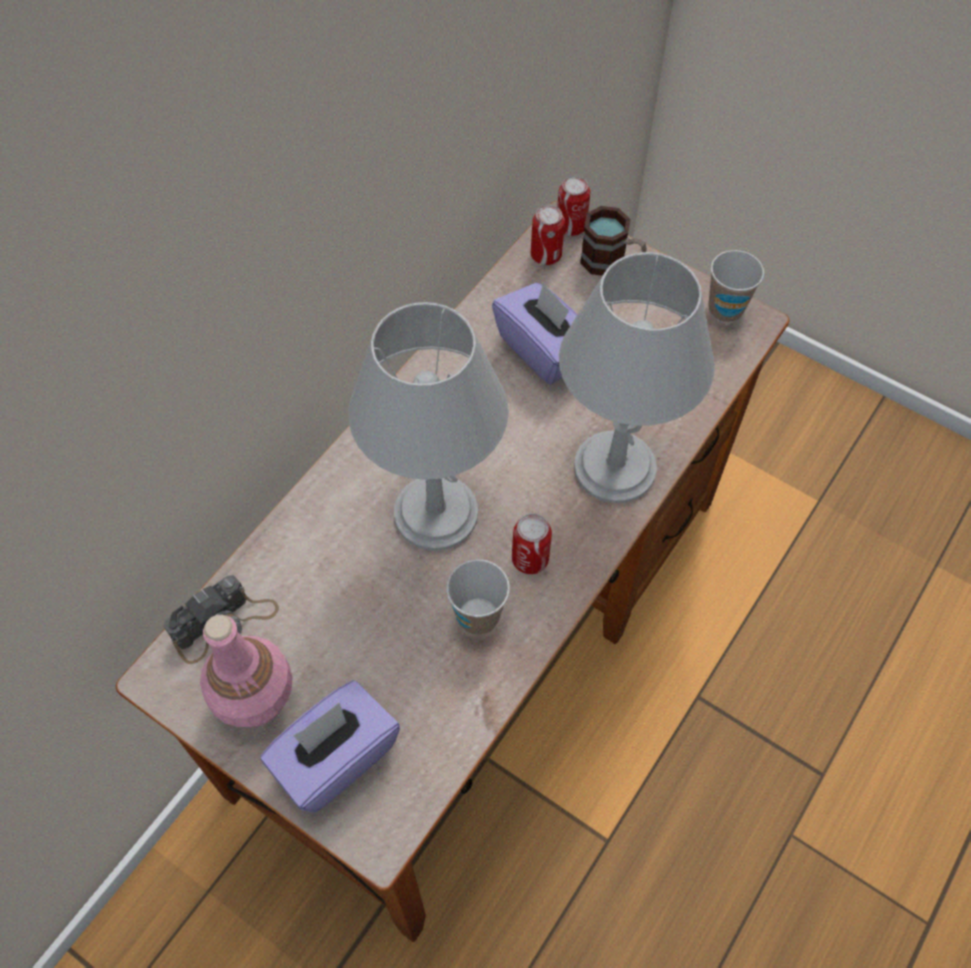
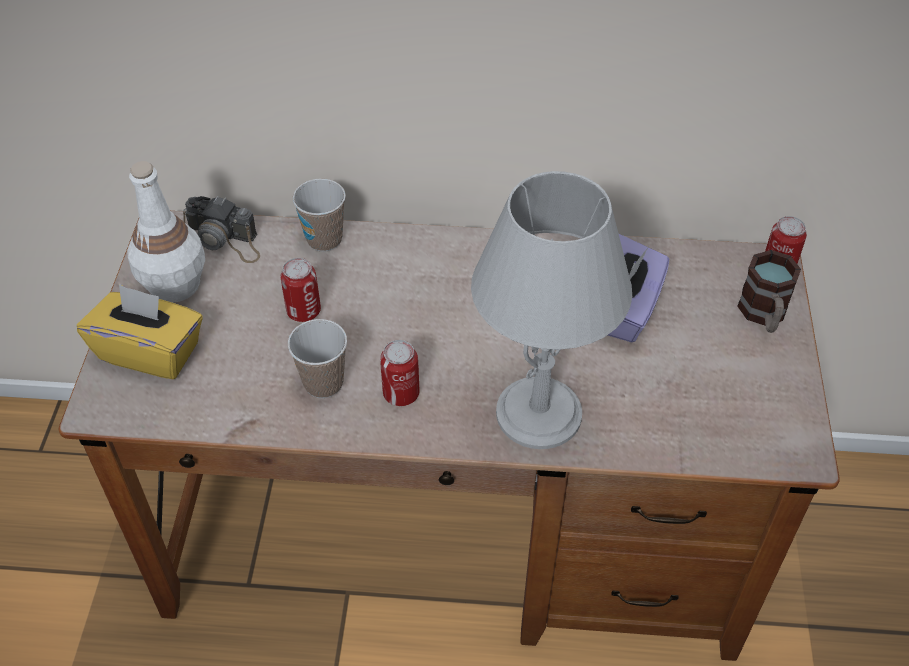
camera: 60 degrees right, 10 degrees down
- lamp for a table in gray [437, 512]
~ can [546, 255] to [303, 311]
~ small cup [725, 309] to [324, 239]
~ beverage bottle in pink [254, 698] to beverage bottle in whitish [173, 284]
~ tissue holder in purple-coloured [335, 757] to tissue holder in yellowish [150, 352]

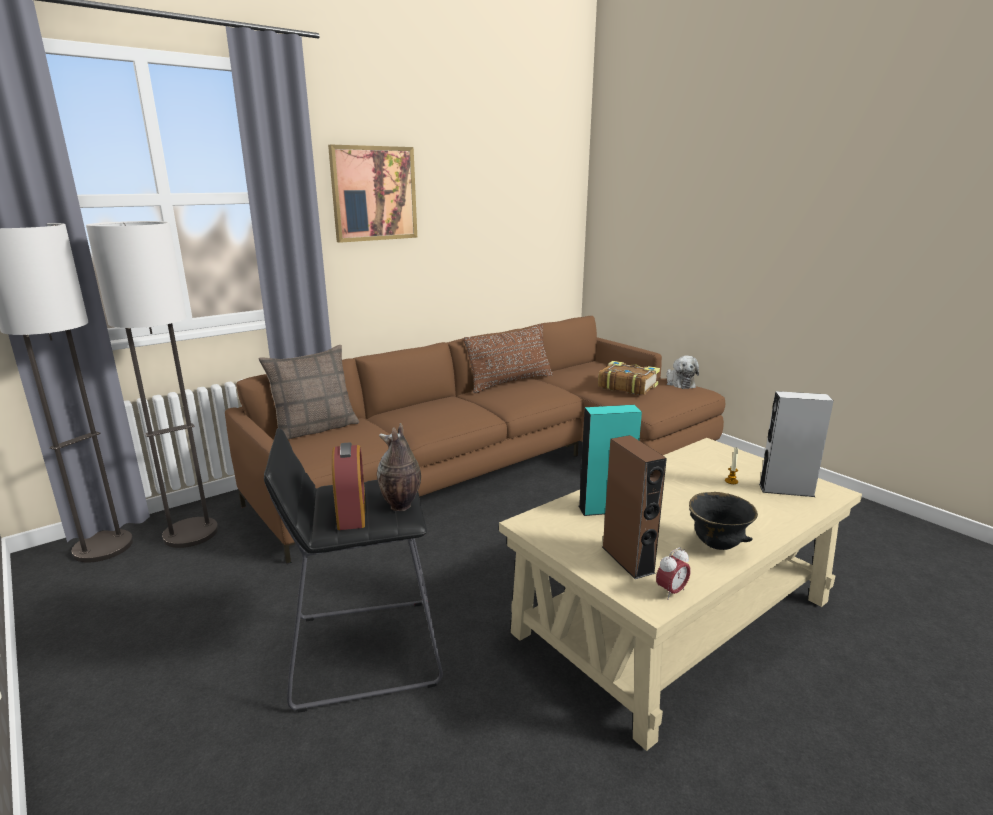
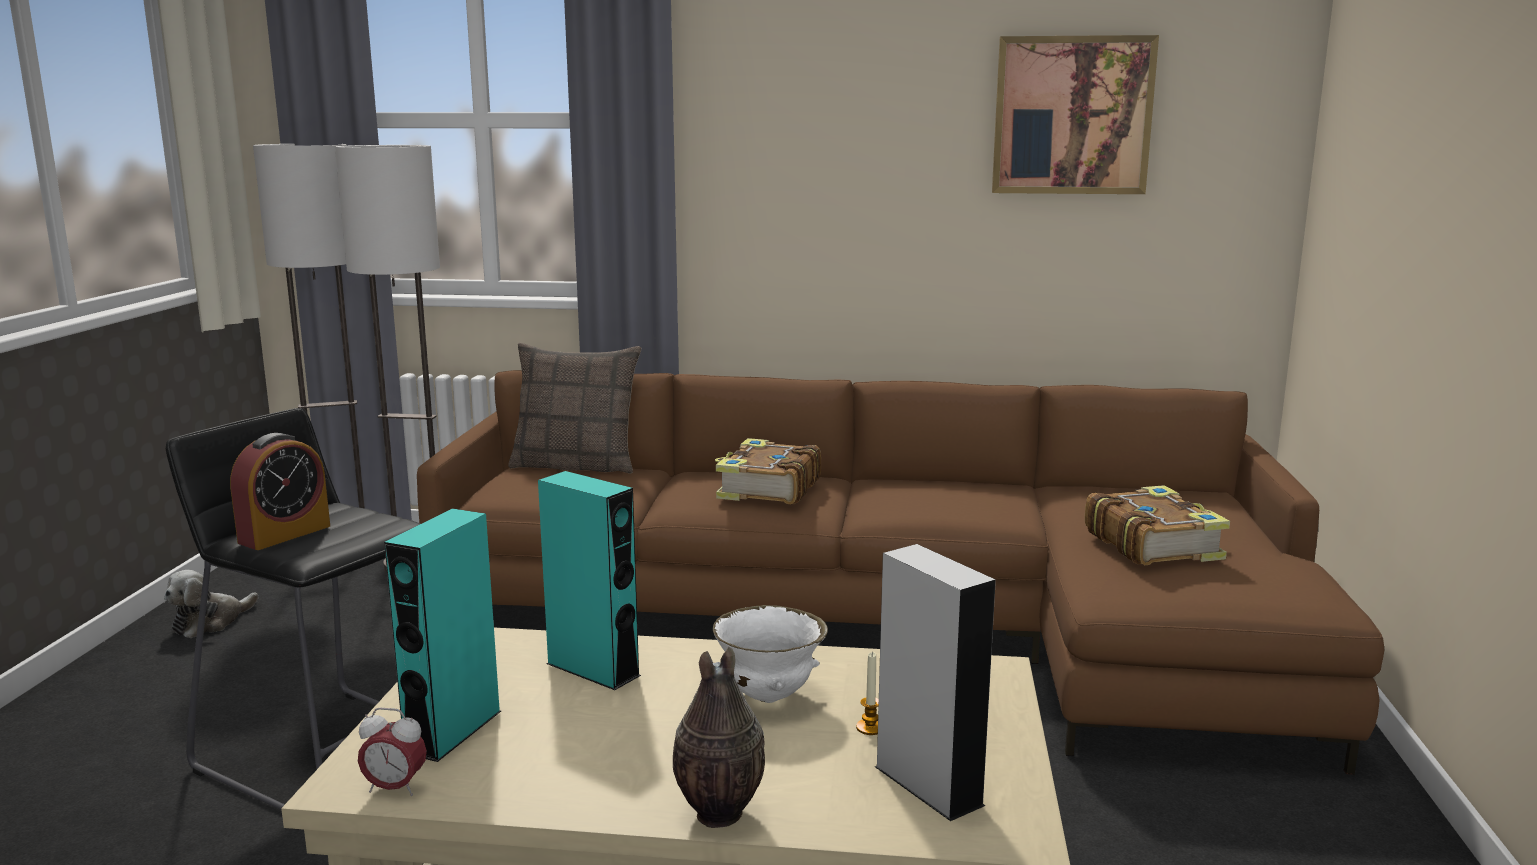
camera: 45 degrees right, 5 degrees down
- throw pillow in brown-coloured [510, 382]
- deep dish in black [716, 545]
+ deep dish in whitish [769, 696]
+ book [767, 489]
~ picture [374, 193] to [1072, 116]
~ decorative vase [400, 506] to [717, 816]
~ soft toy [679, 383] to [210, 622]
~ loudspeaker in brown-coloured [627, 559] to loudspeaker in turquoise [453, 731]

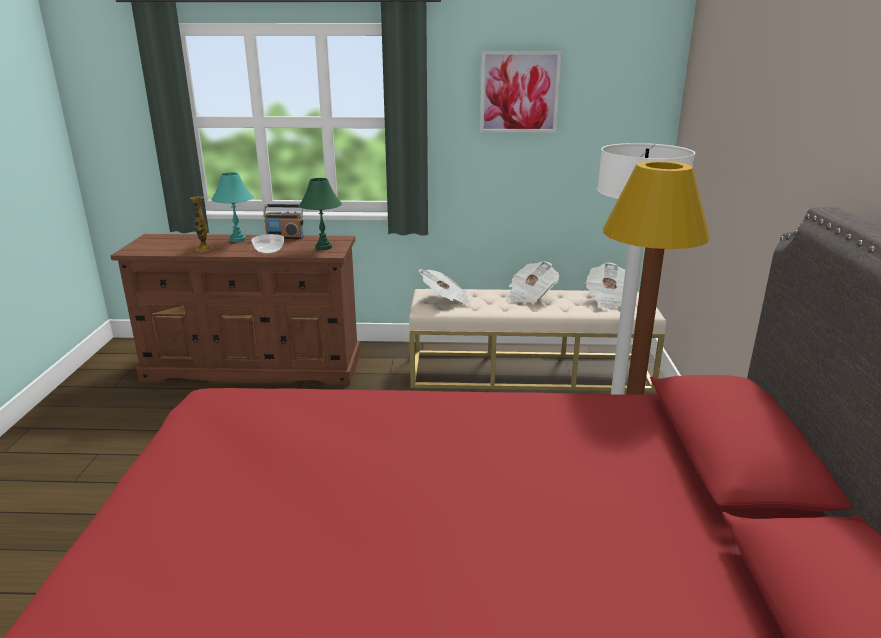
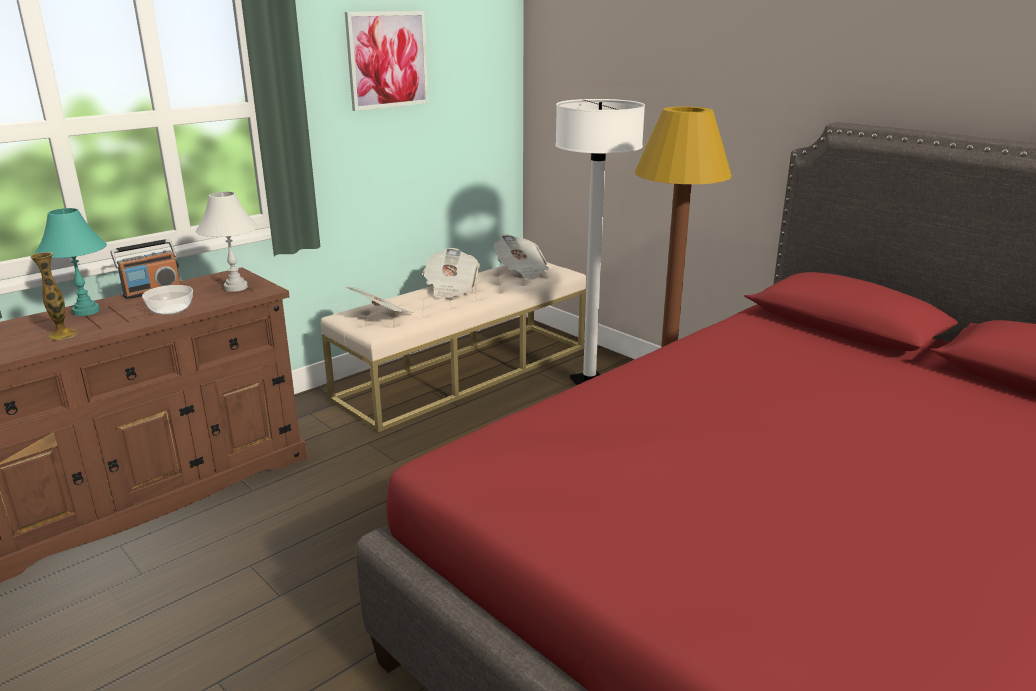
camera: 45 degrees left, 0 degrees up
~ lamp for a table in greenish [323, 247] to lamp for a table in whitish [236, 287]

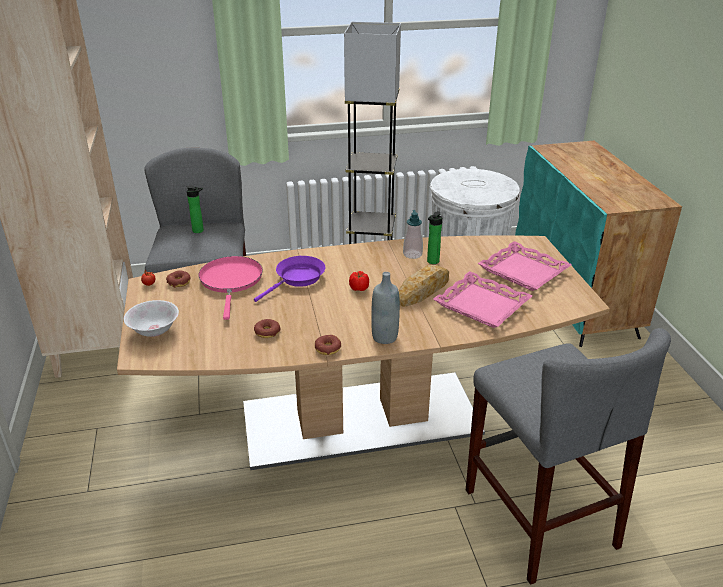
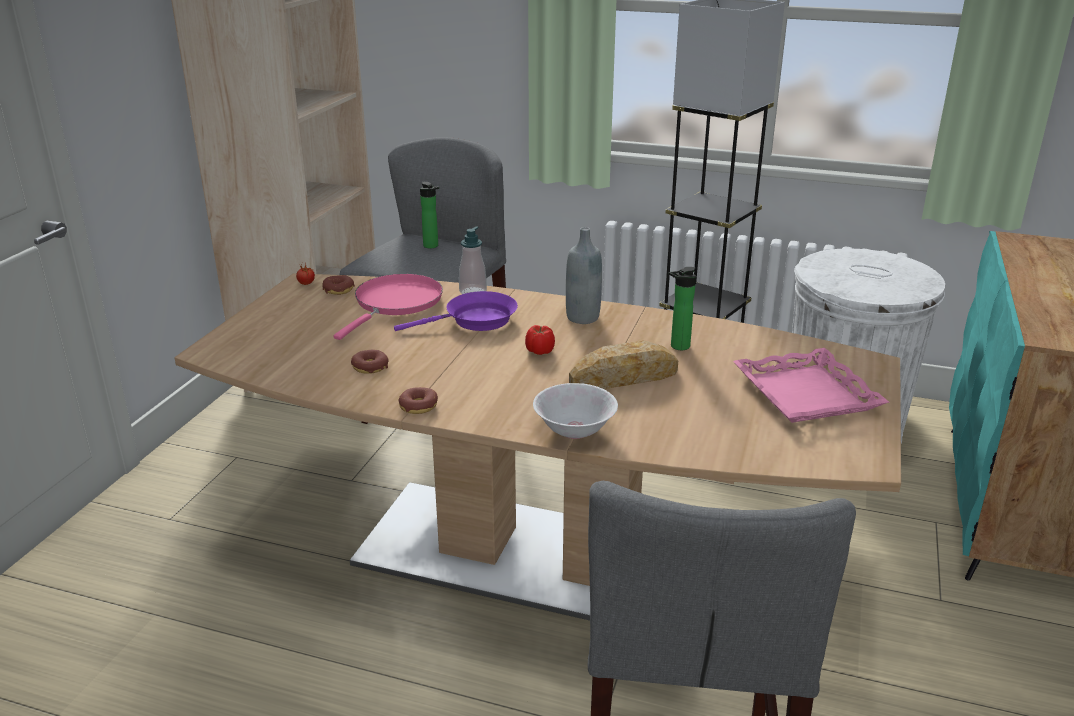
camera: 30 degrees right, 5 degrees down
- carrying tray in pink [482, 305]
~ deep dish in whitish [154, 331] to [575, 430]
~ beverage bottle in gray [384, 337] to [582, 317]
~ soap bottle [412, 254] to [473, 291]

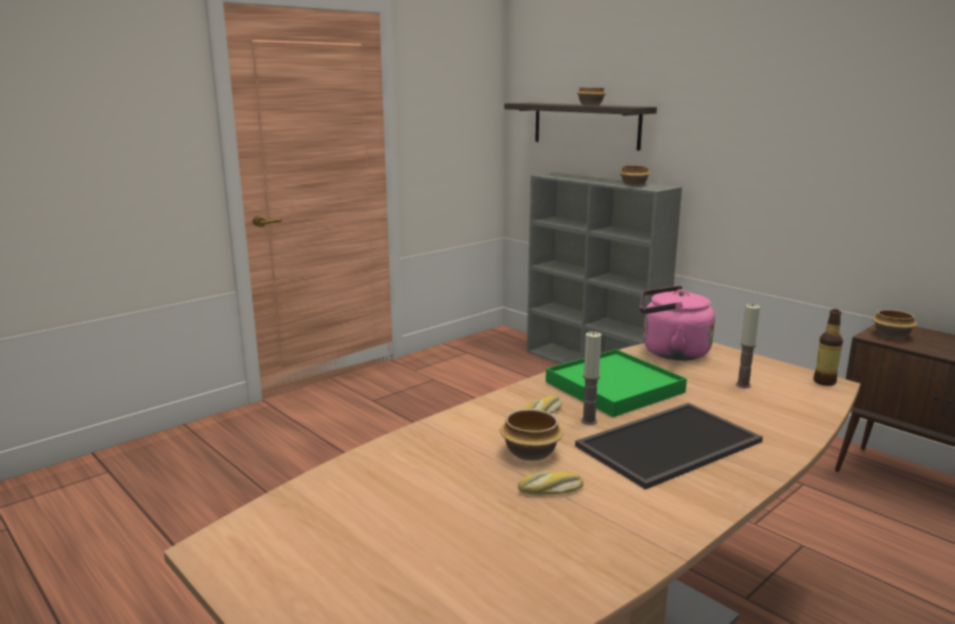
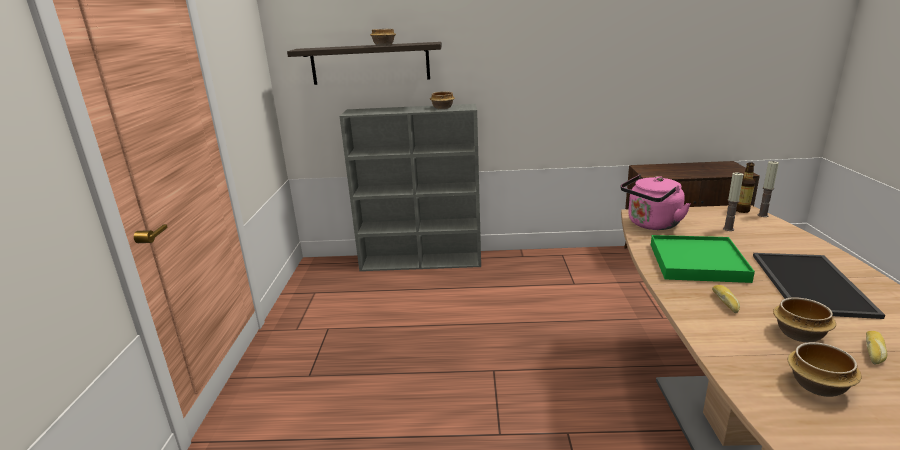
camera: 45 degrees left, 5 degrees up
~ wax light [589, 421] to [762, 215]
~ deep dish [891, 336] to [819, 386]

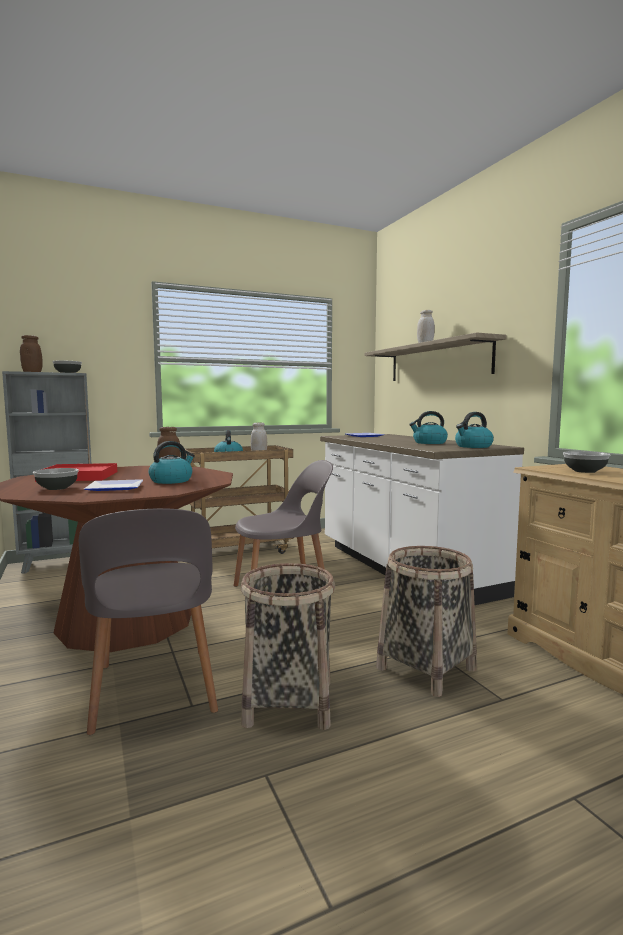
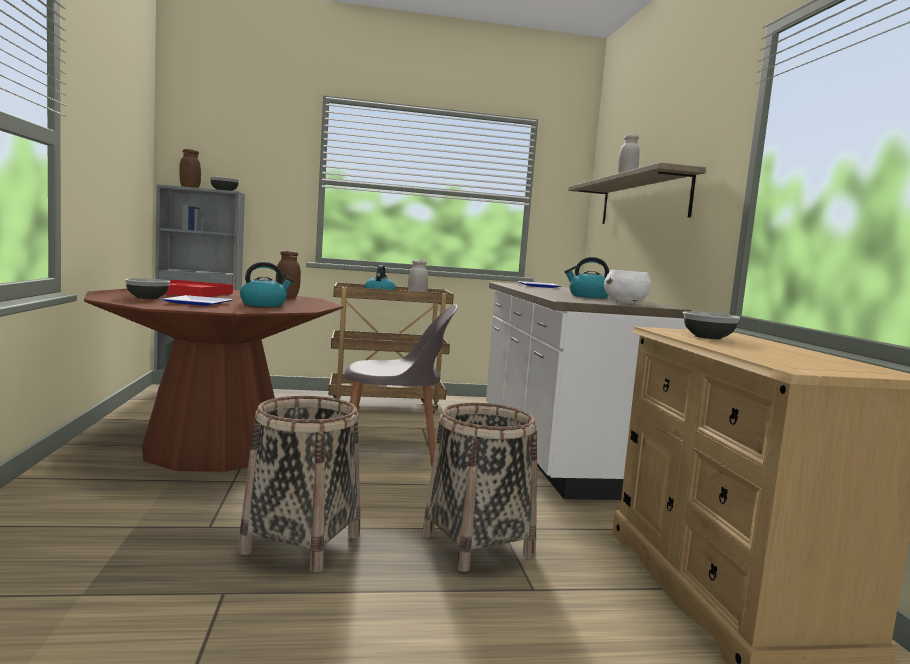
camera: 15 degrees right, 0 degrees up
- plain chair in gray [154, 691]
~ tea kettle [473, 446] to deep dish in whitish [626, 303]

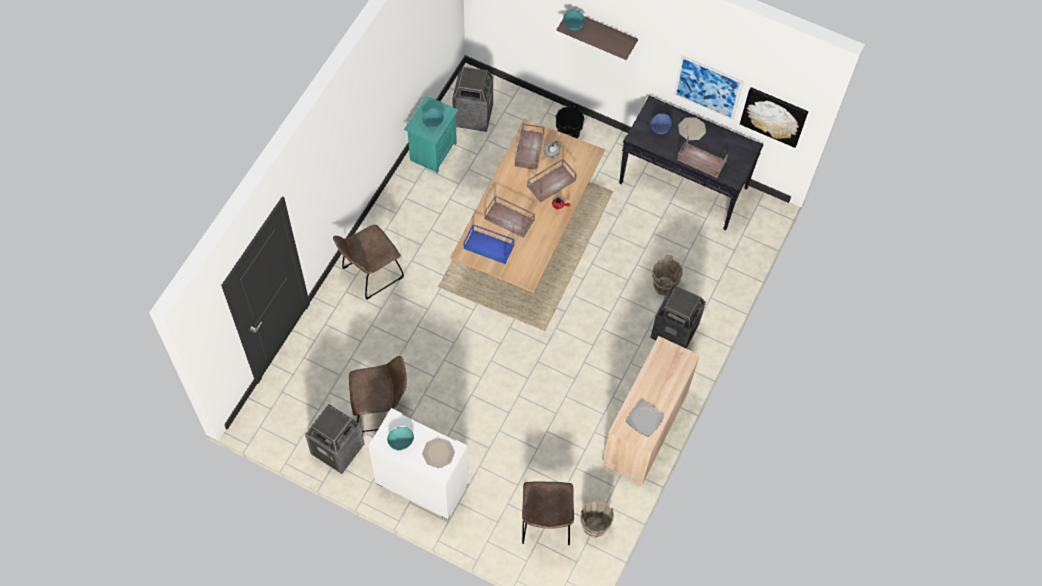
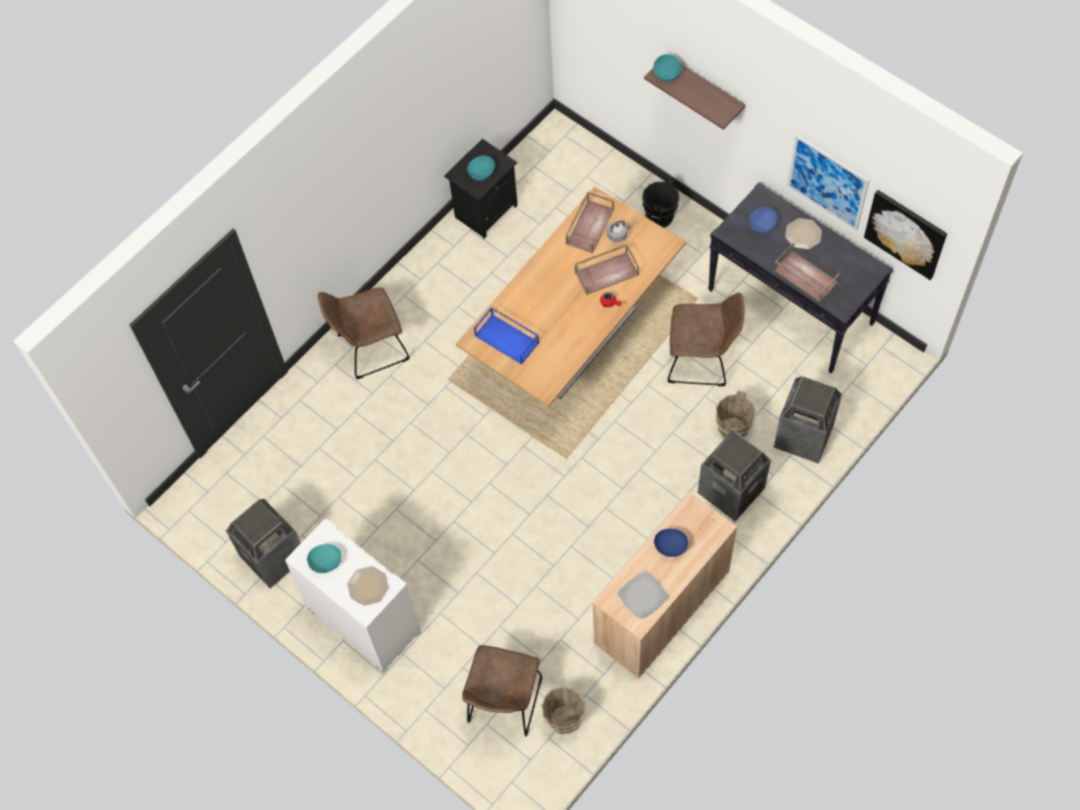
camera: 20 degrees right, 0 degrees up
- carrying tray in brown-coloured [510, 219]
+ deep dish in bluish [670, 547]
~ plain chair in brown-coloured [381, 409] to [702, 360]
~ rubbish bin [473, 116] to [803, 436]
~ nightstand in turquoise [432, 151] to nightstand in black [485, 211]

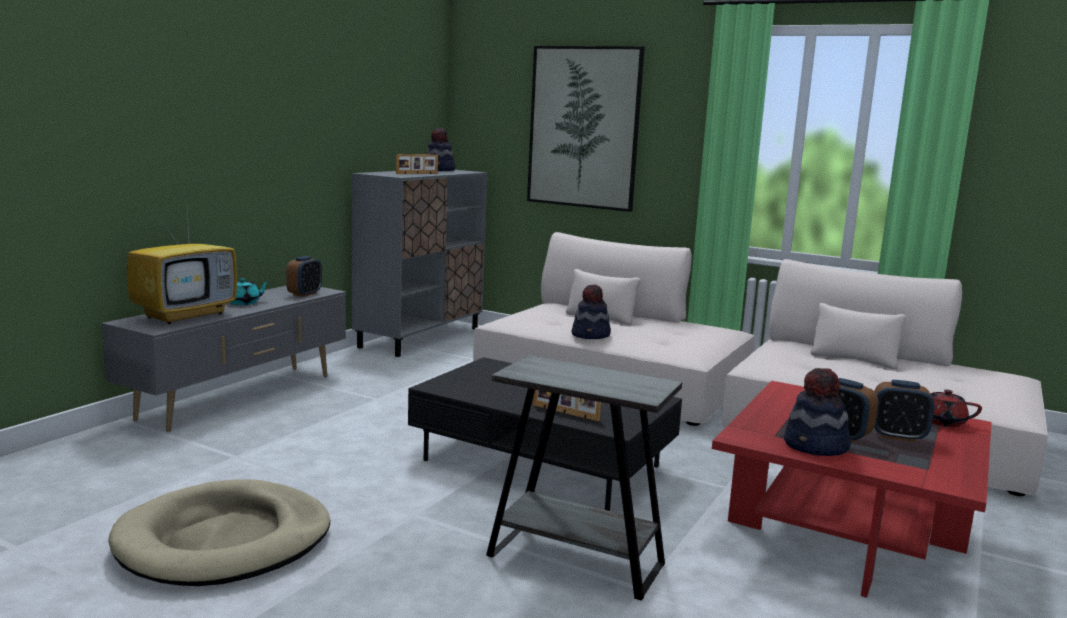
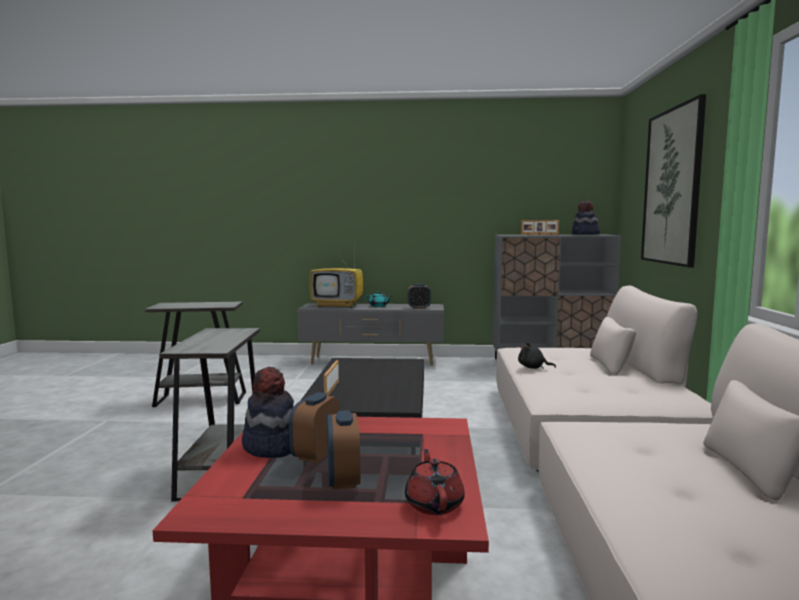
camera: 65 degrees right, 5 degrees down
~ pet bed in beige-coloured [224, 541] to end table in gray [201, 399]
~ clothing hat [591, 335] to soft toy in black [533, 368]

